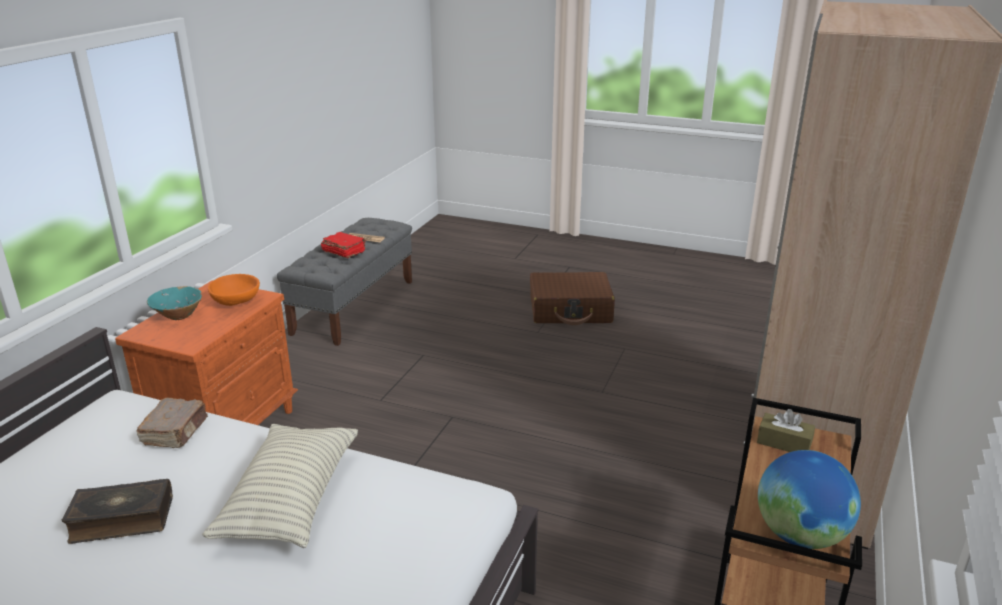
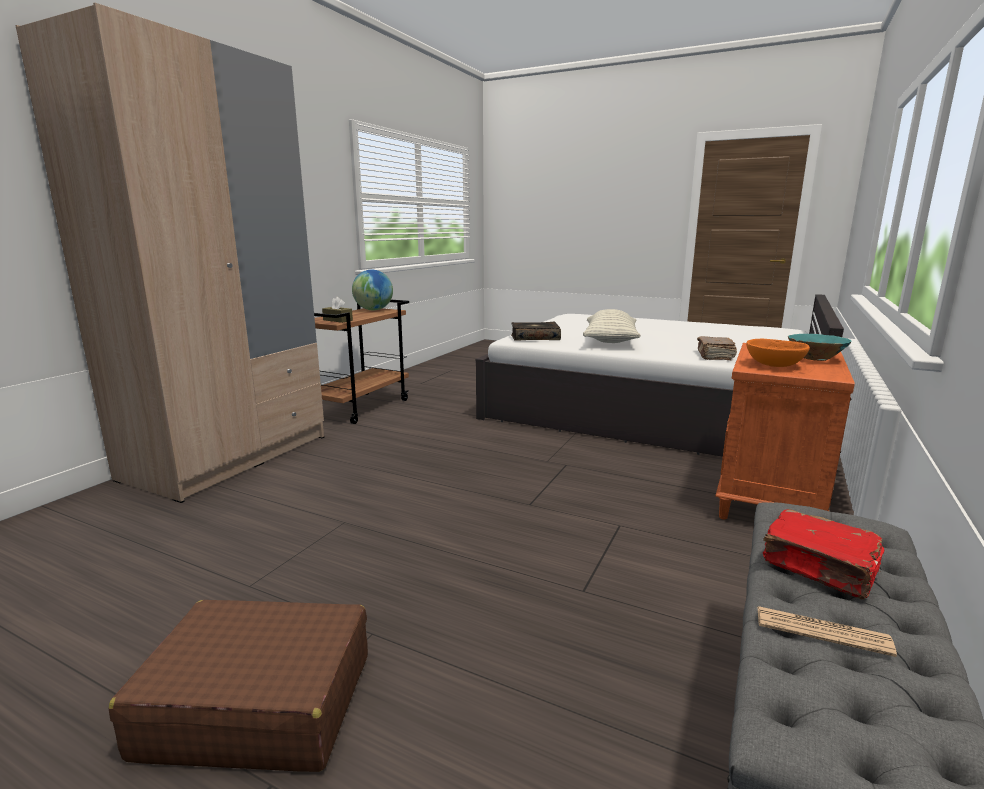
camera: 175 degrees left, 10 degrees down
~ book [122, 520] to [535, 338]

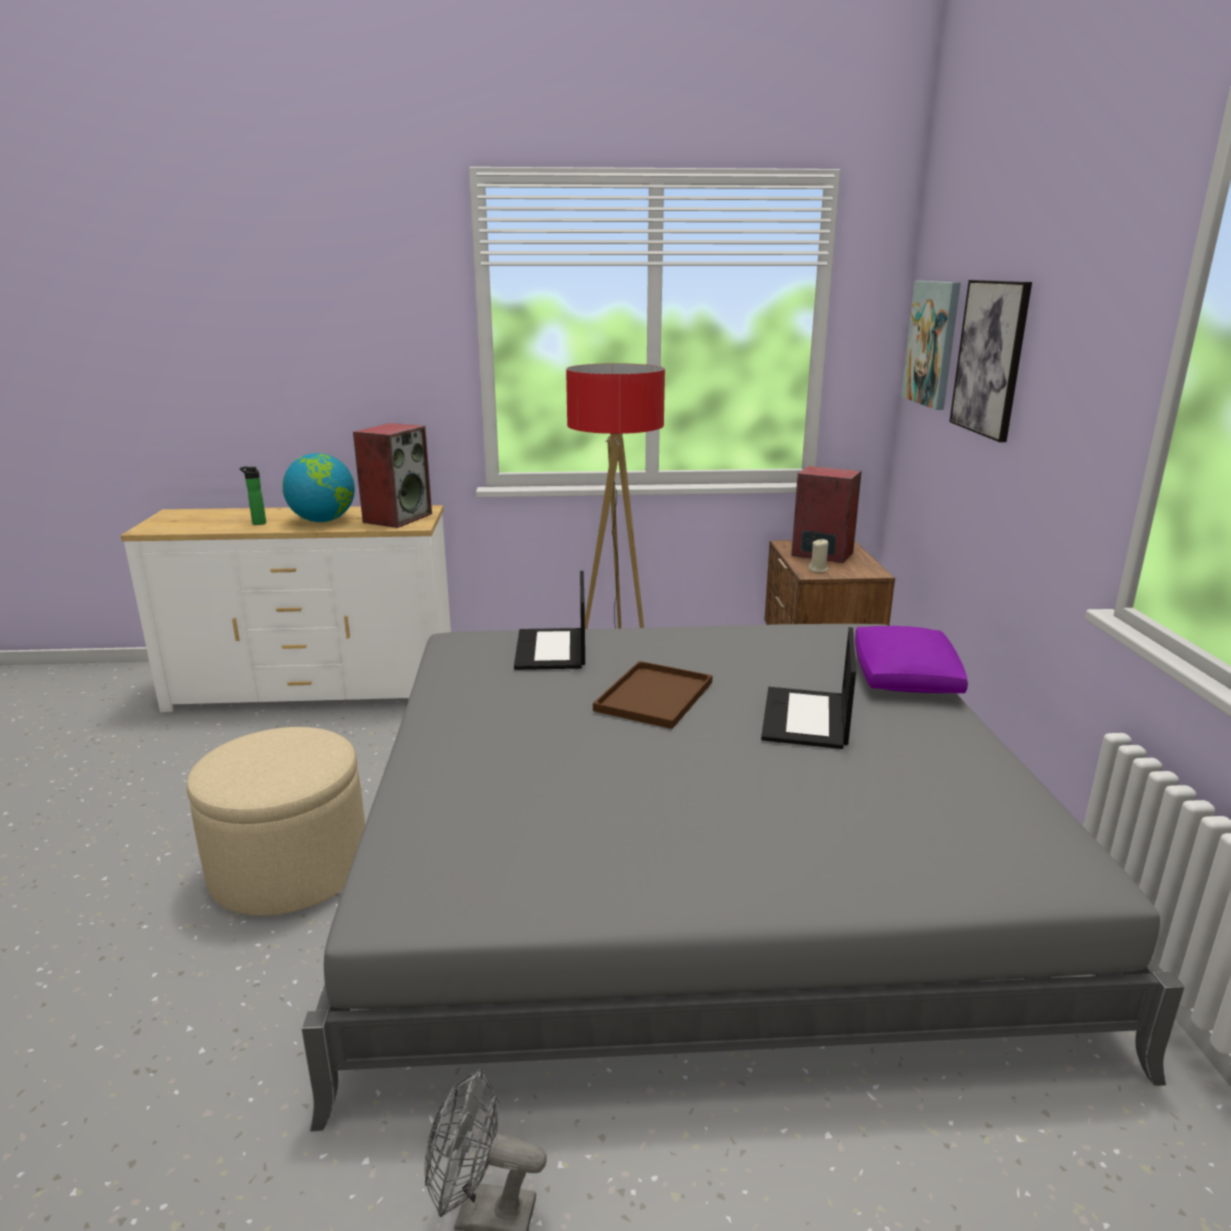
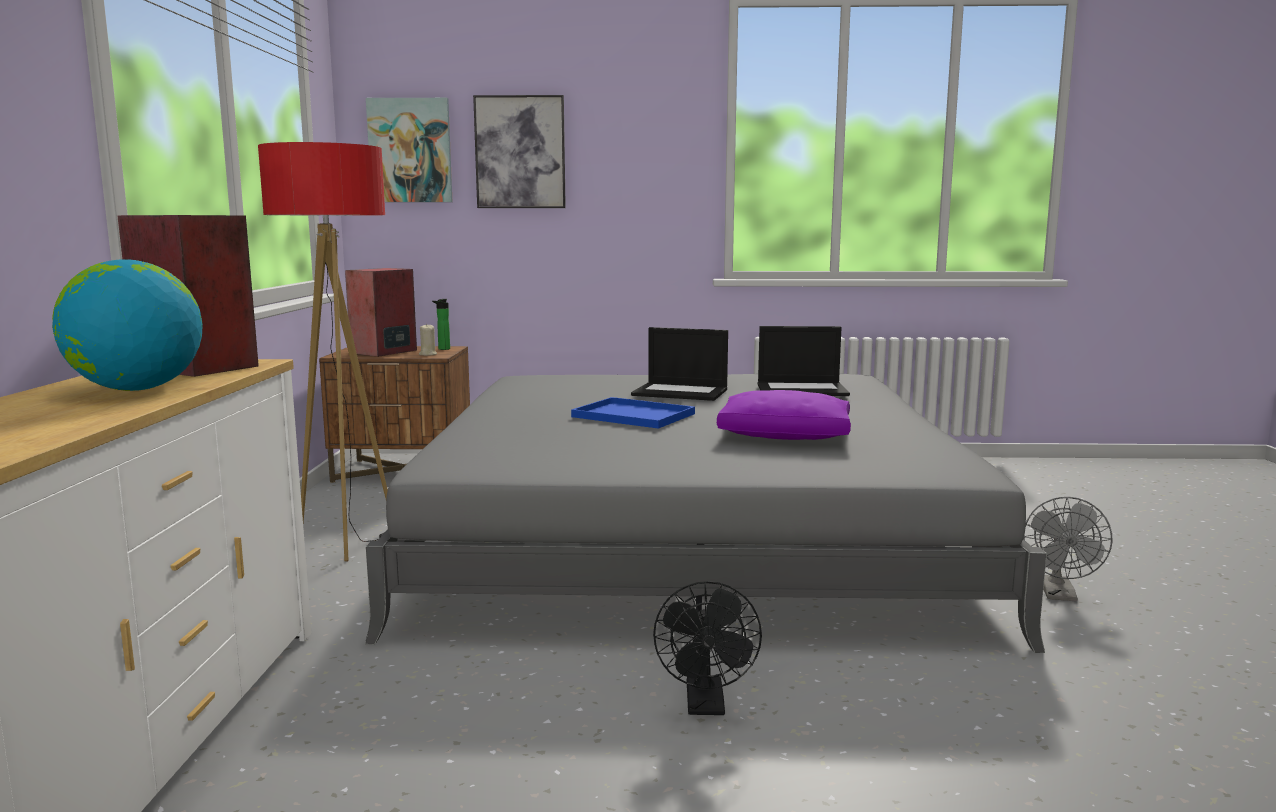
camera: 85 degrees left, 10 degrees down
~ beverage bottle [257, 523] to [442, 349]
~ notebook computer [552, 650] to [802, 390]
~ throw pillow in purple-coloured [905, 677] to [786, 435]
~ footrest in beige-coloured [290, 869] to fan in black [706, 706]
~ carrying tray in brown-coloured [654, 695] to carrying tray in bluish [631, 415]

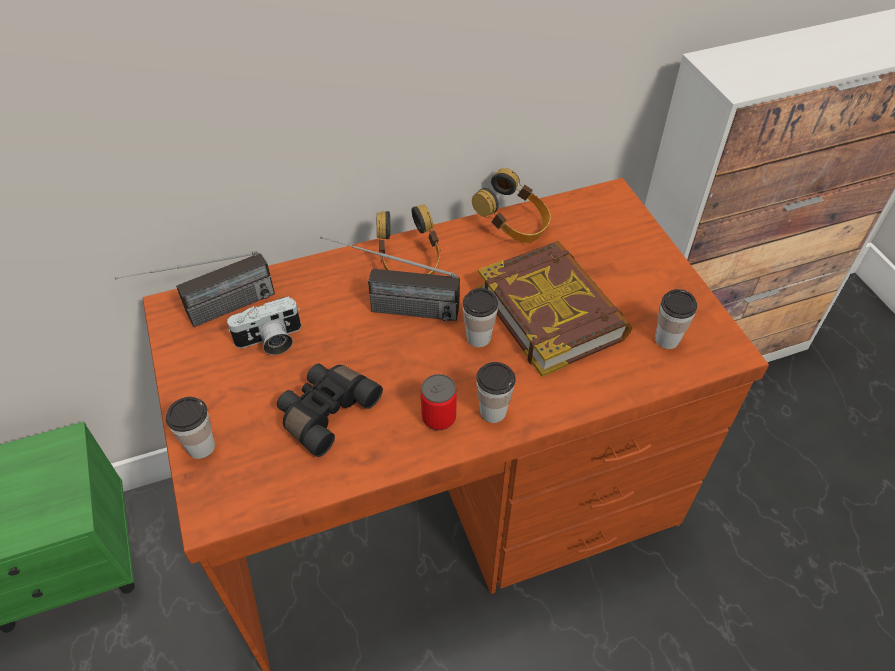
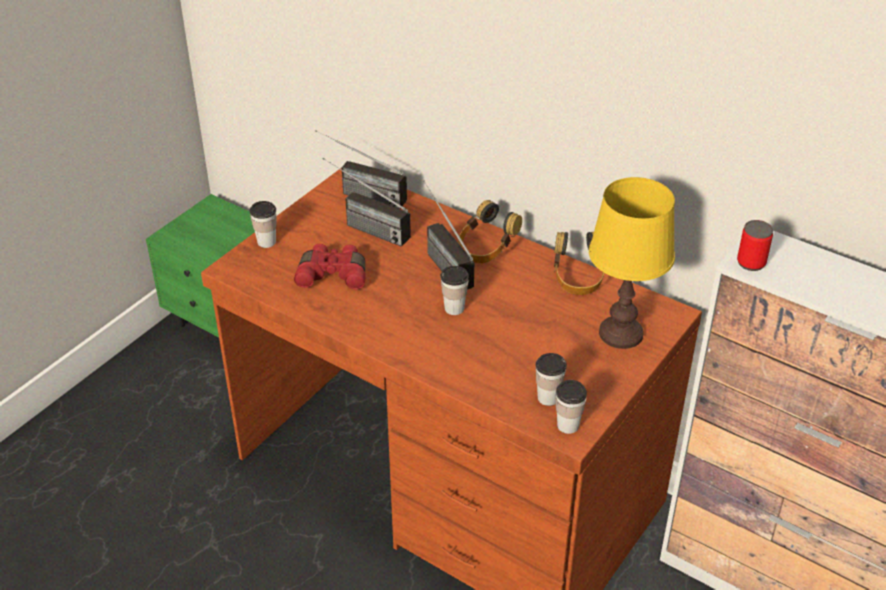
camera: 55 degrees right, 10 degrees down
- book [551, 313]
+ lamp for a table in yellowish [621, 334]
~ can [438, 417] to [751, 262]
~ small cup [493, 412] to [568, 425]
~ photo camera [270, 341] to radio receiver [362, 227]
~ binoculars in black [325, 411] to binoculars in reddish [333, 274]

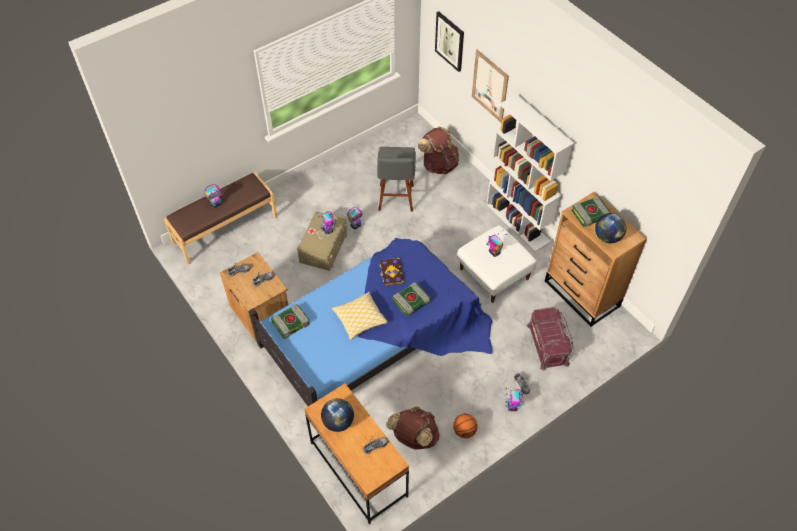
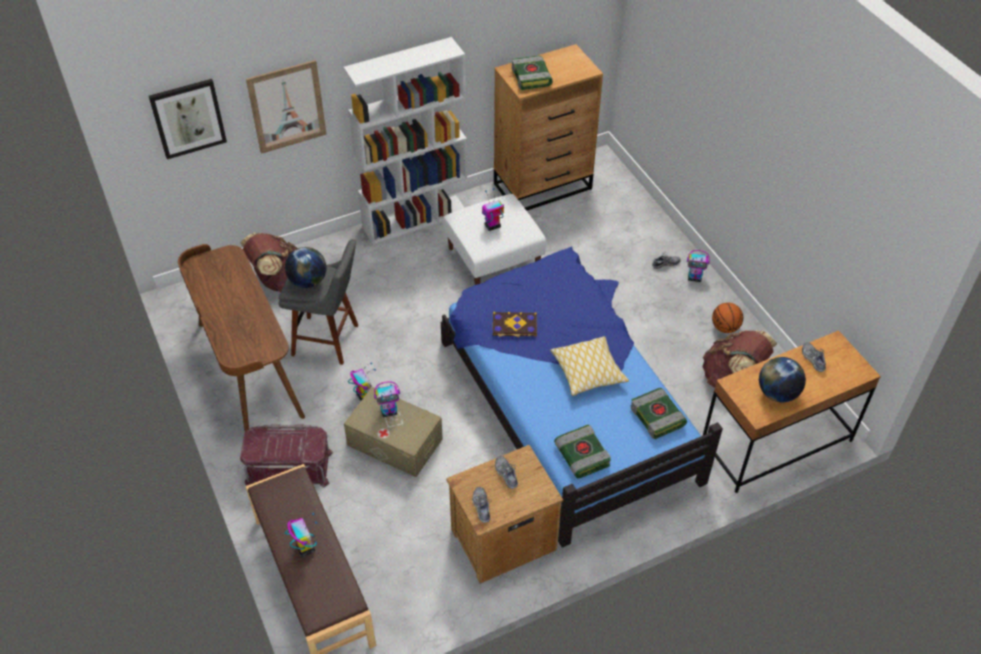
camera: 80 degrees left, 5 degrees down
+ desk table in brown-coloured [248, 370]
~ book [411, 302] to [658, 417]
~ storage bin in reddish [548, 344] to [289, 466]
~ globe [607, 237] to [308, 281]

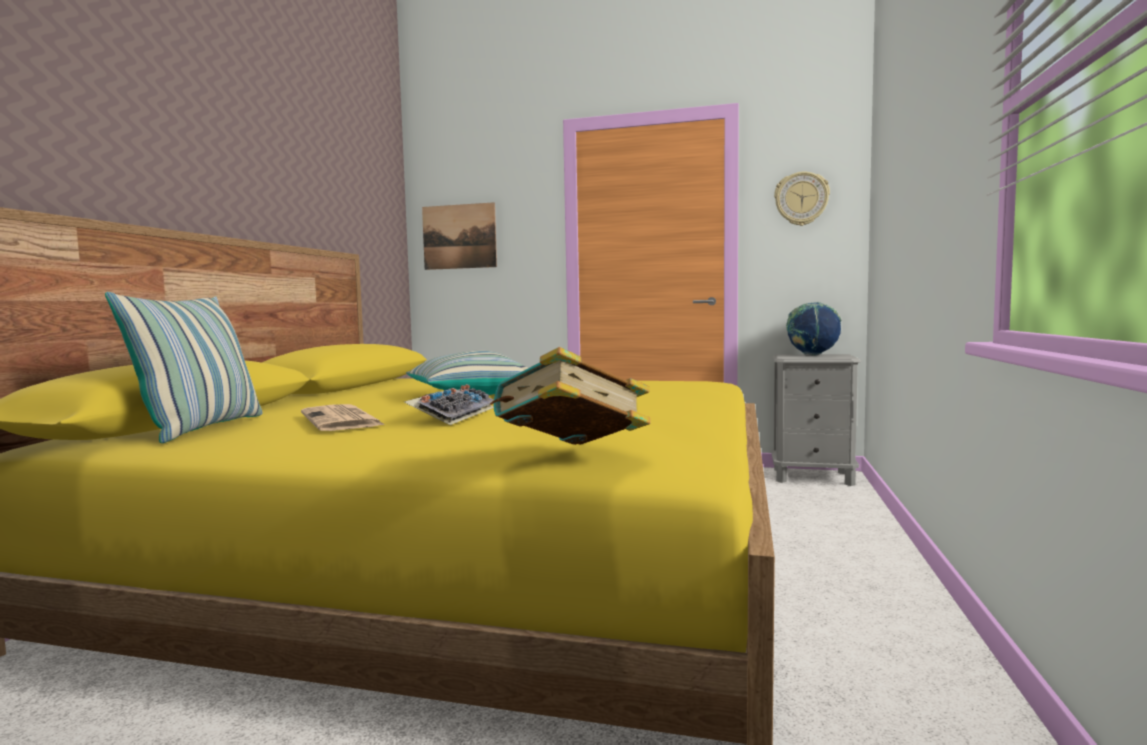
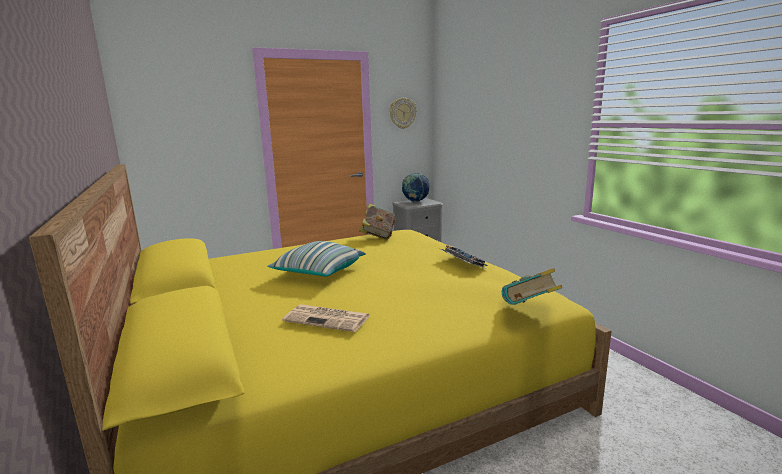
camera: 40 degrees left, 10 degrees up
- throw pillow [201, 429]
- picture [459, 236]
+ book [378, 236]
~ computer keyboard [452, 414] to [461, 262]

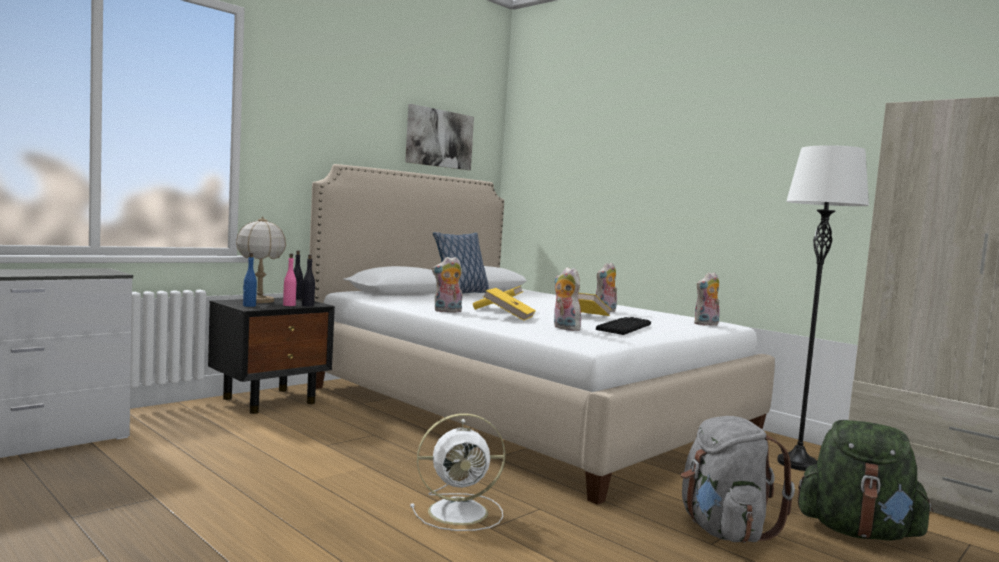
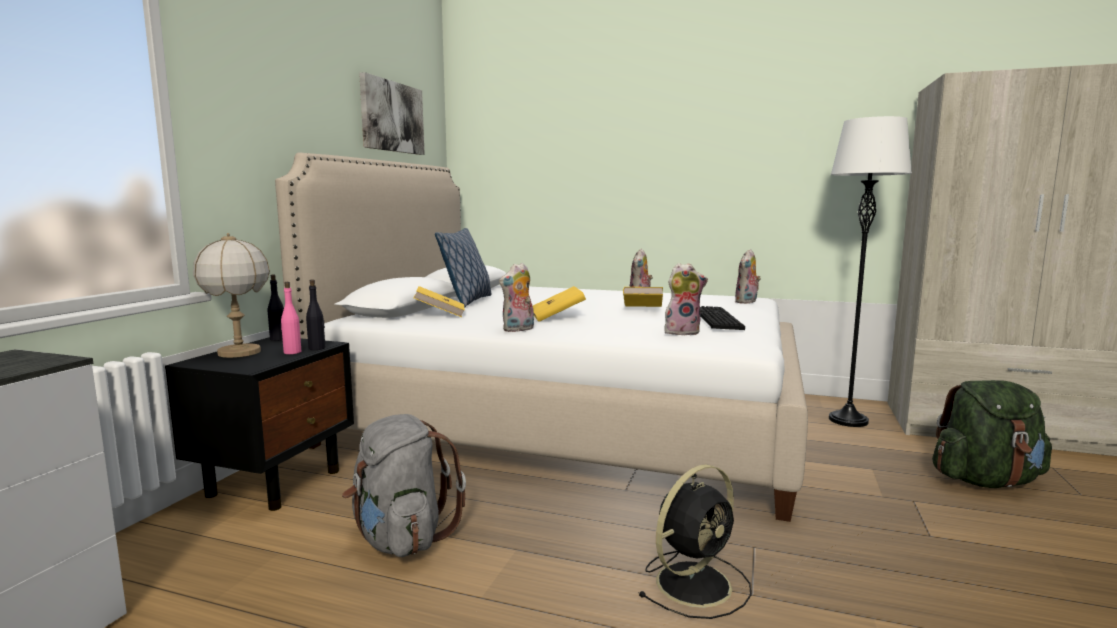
camera: 25 degrees left, 5 degrees up
- beverage bottle in bluish [249, 306]
~ book in yellowish [508, 316] to [440, 314]
~ rucksack in gray [723, 530] to [401, 538]
~ fan in whitish [461, 512] to fan in black [695, 582]
~ soft toy [564, 328] = [682, 332] 150 degrees clockwise

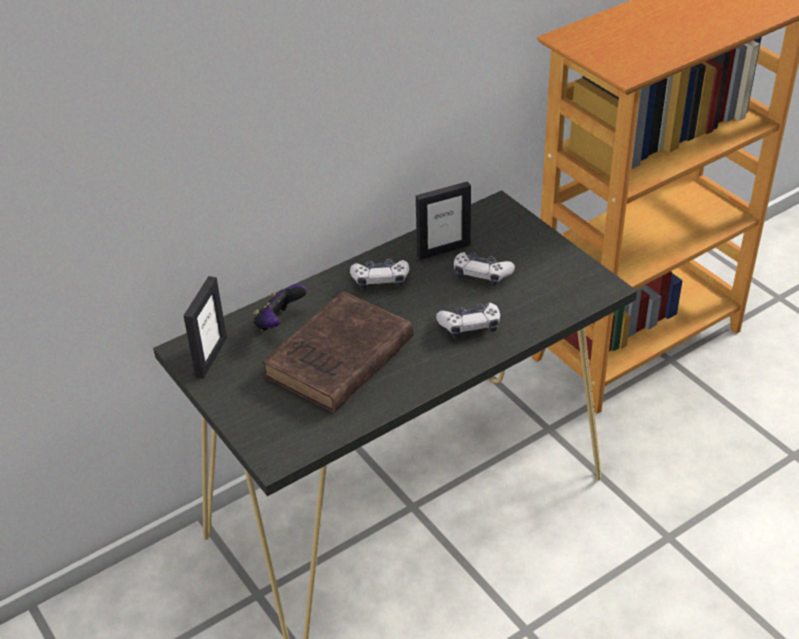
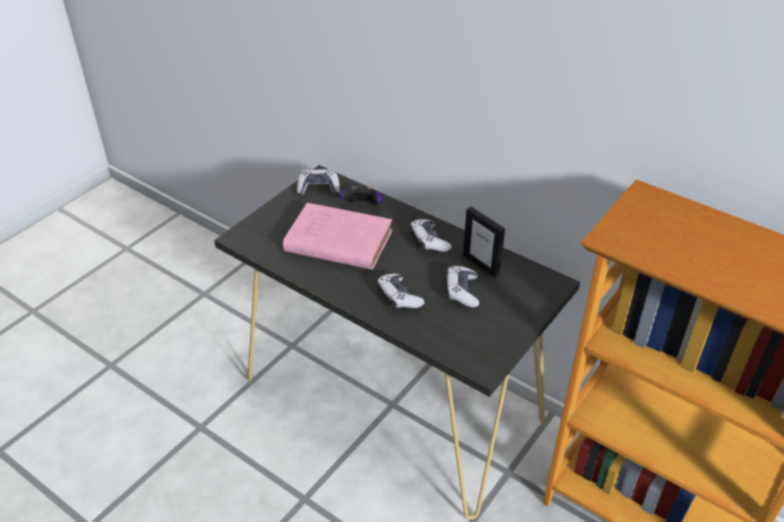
camera: 70 degrees right, 0 degrees up
~ photo frame [210, 357] to joypad [318, 188]
~ book in brown-coloured [337, 360] to book in pink [336, 241]

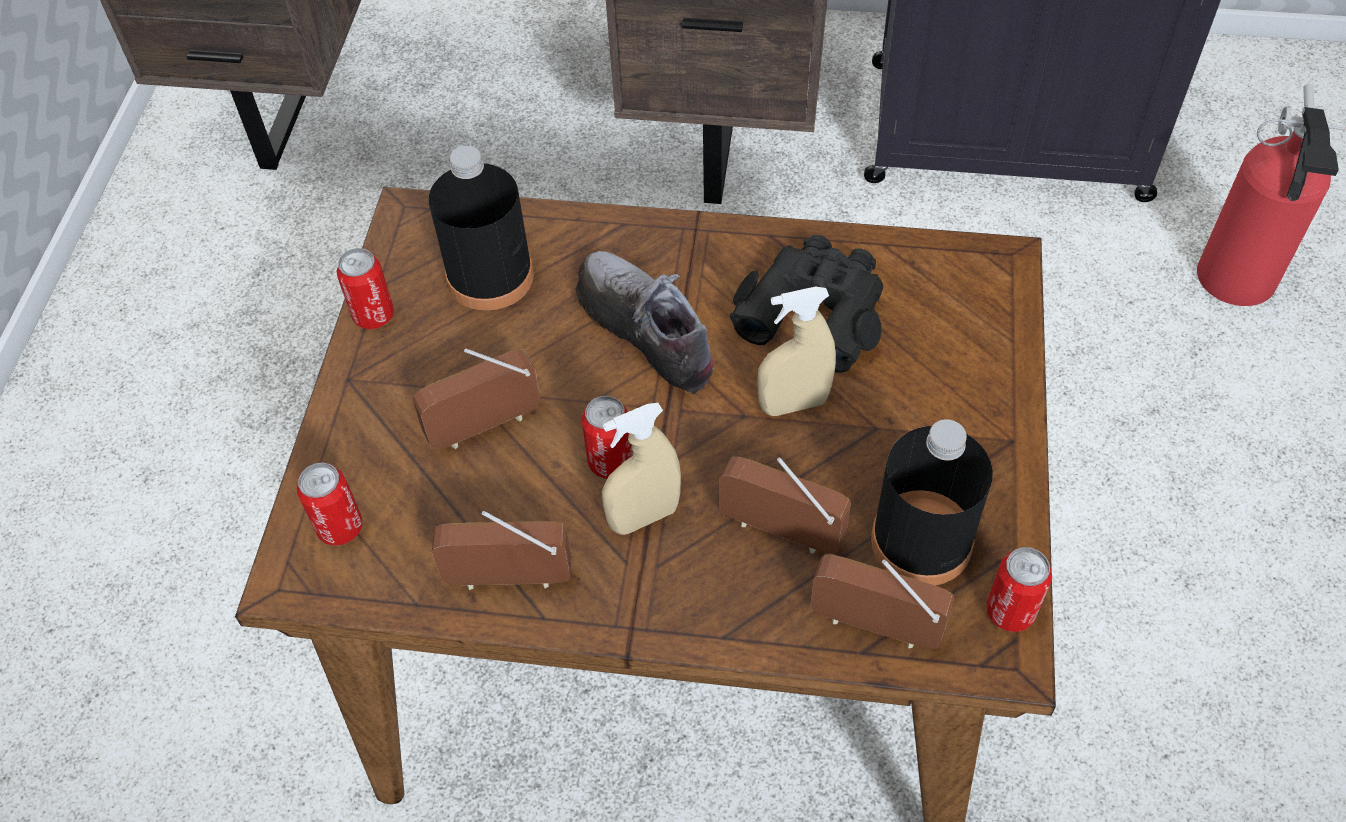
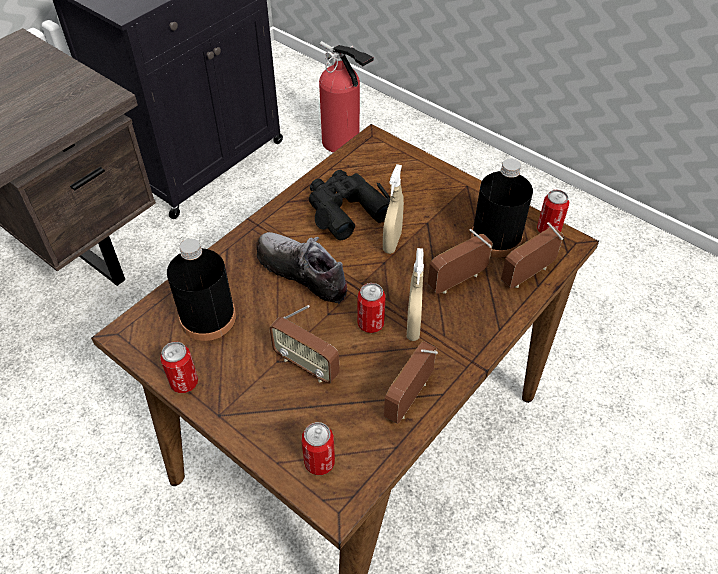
camera: 60 degrees left, 5 degrees down
~ radio receiver [485, 427] = [306, 365] 60 degrees counterclockwise
~ shoe [645, 329] = [301, 272] 45 degrees clockwise

